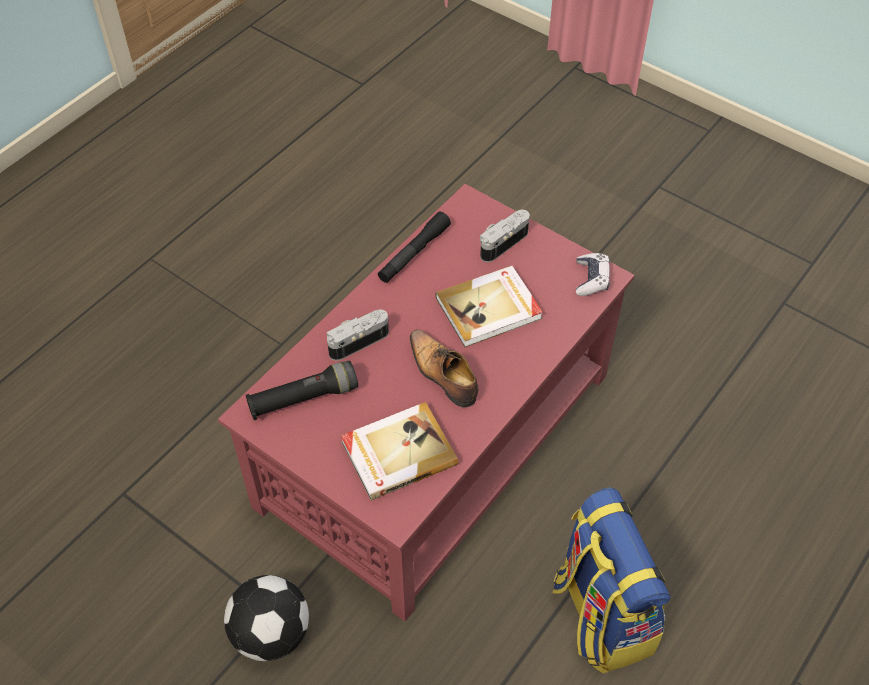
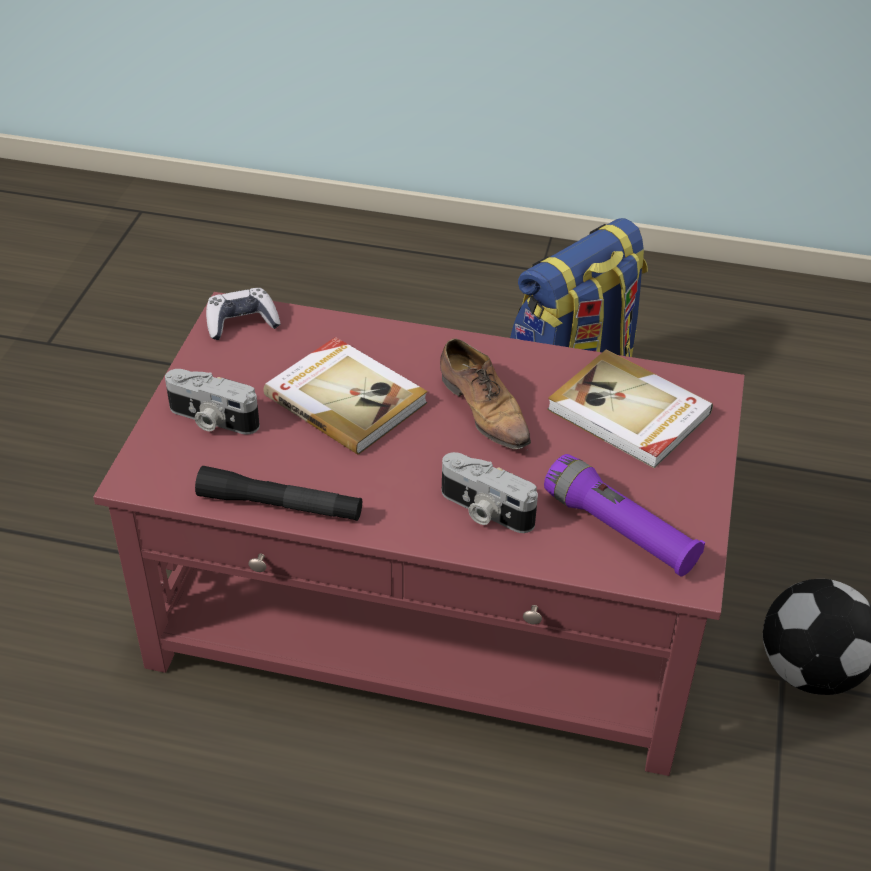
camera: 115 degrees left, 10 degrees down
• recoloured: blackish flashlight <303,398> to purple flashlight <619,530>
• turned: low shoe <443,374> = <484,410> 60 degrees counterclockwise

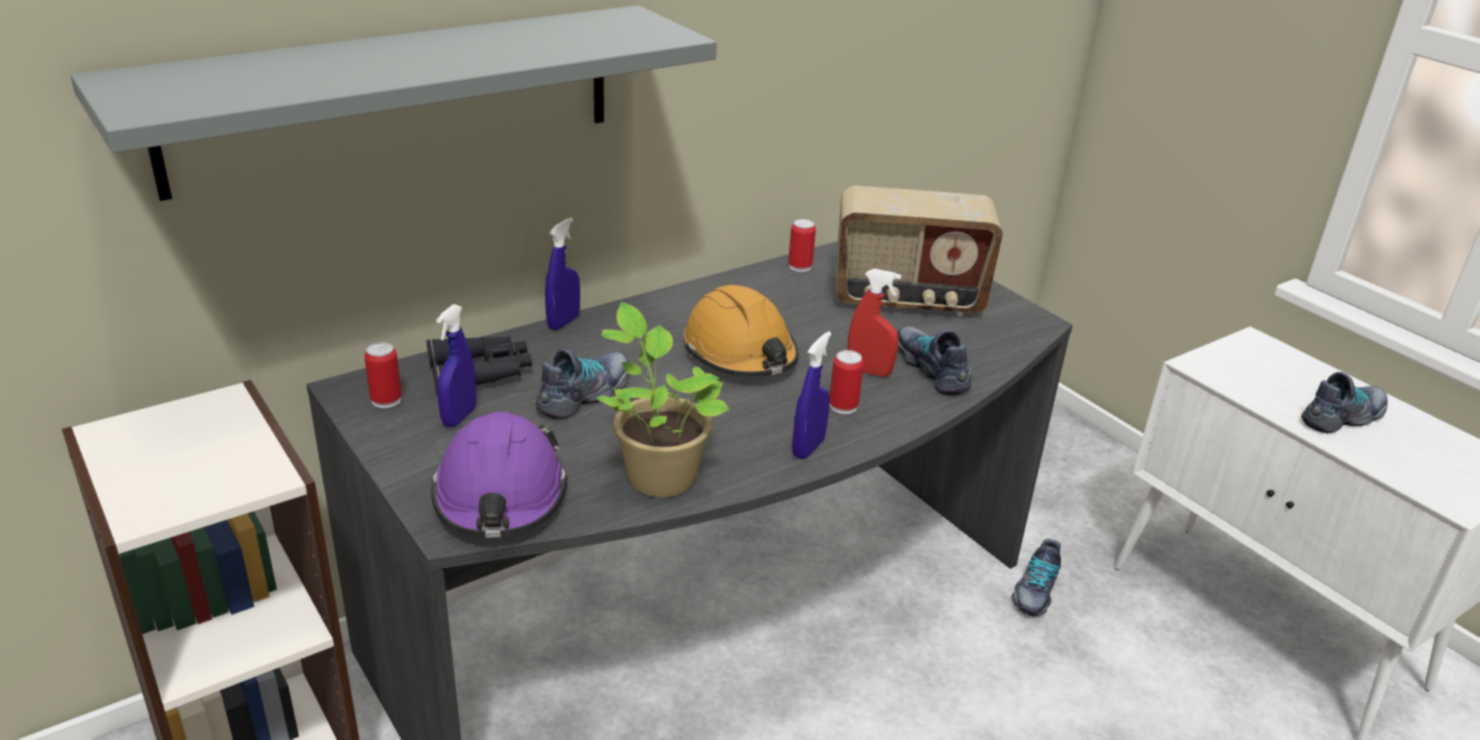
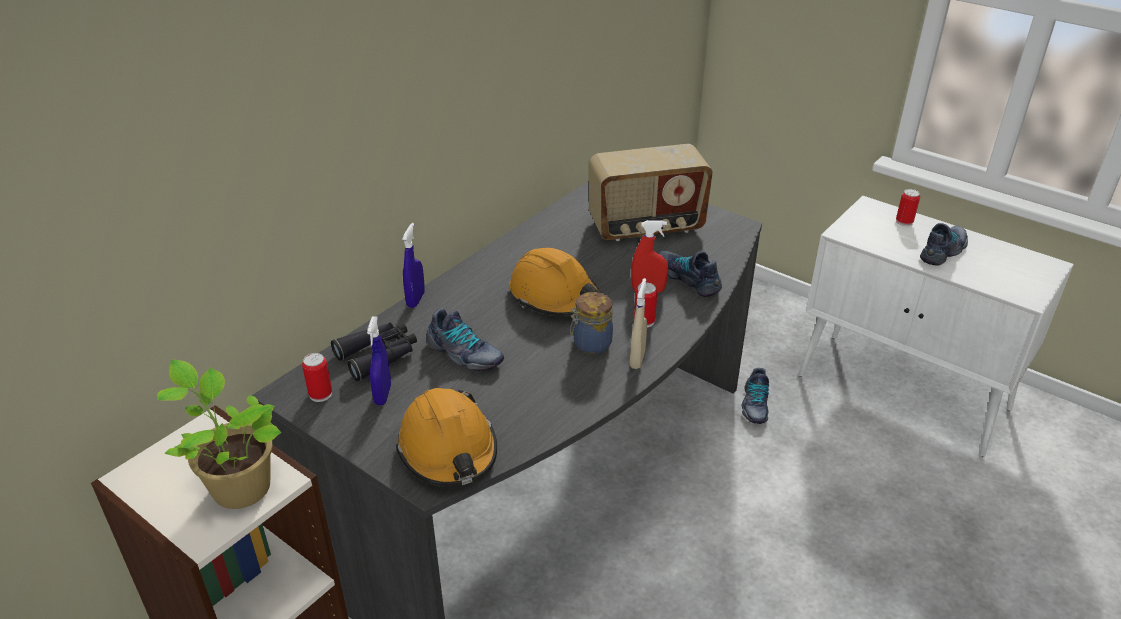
camera: 15 degrees left, 5 degrees up
• removed: grey bracket shelf <396,97>
• added: storage jar <590,344>
• moved: houseplant <657,475> to <238,486>
• moved: can <800,266> to <904,222>
• recoloured: purple hard hat <500,497> to orange-coloured hard hat <448,450>
• recoloured: bluish spray bottle <808,448> to sand-coloured spray bottle <637,359>
• turned: low shoe <586,394> = <464,354> 105 degrees clockwise

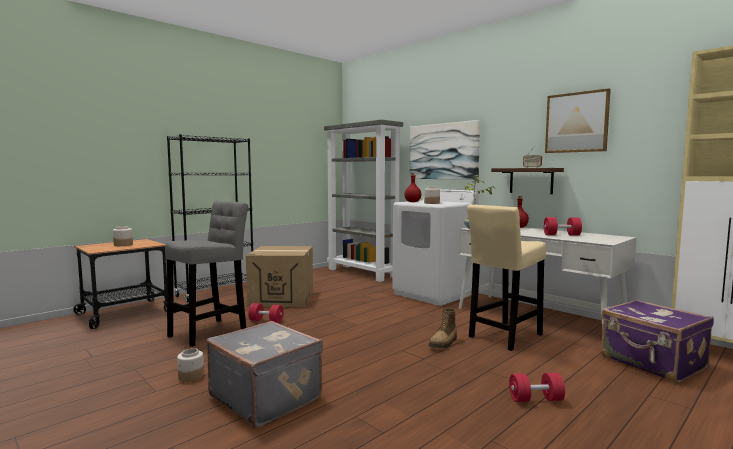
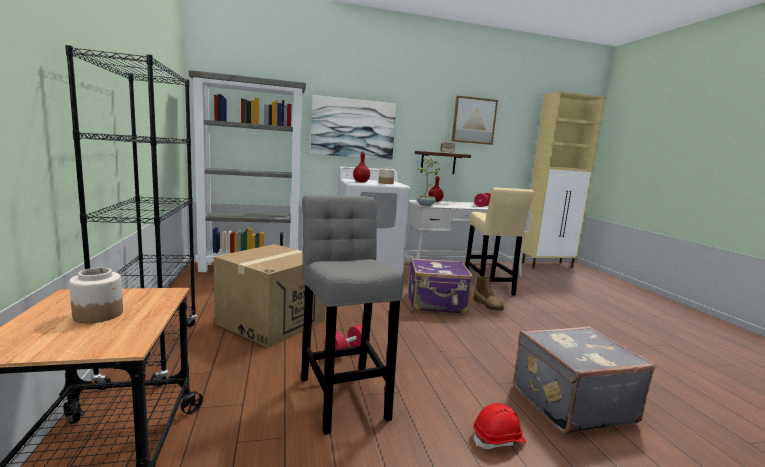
camera: 60 degrees left, 5 degrees up
• removed: red-coloured free weight <535,399>
• moved: purple travel case <652,363> to <437,304>
• replaced: storage jar <191,376> to red-coloured hard hat <498,439>

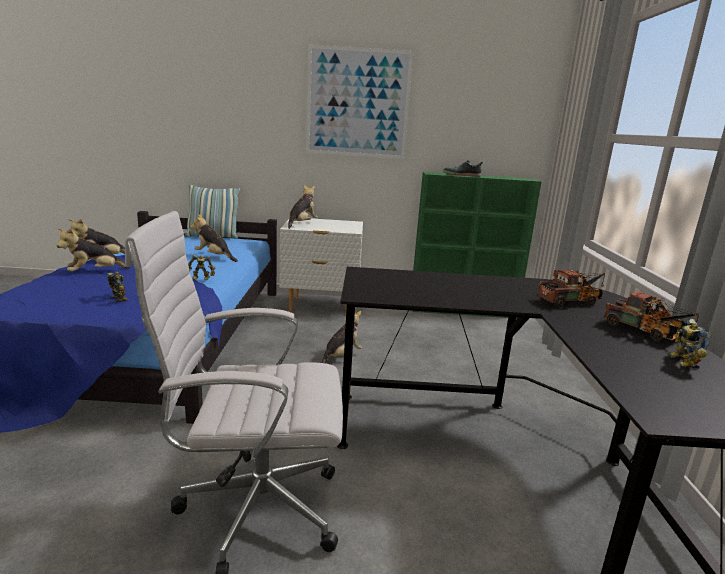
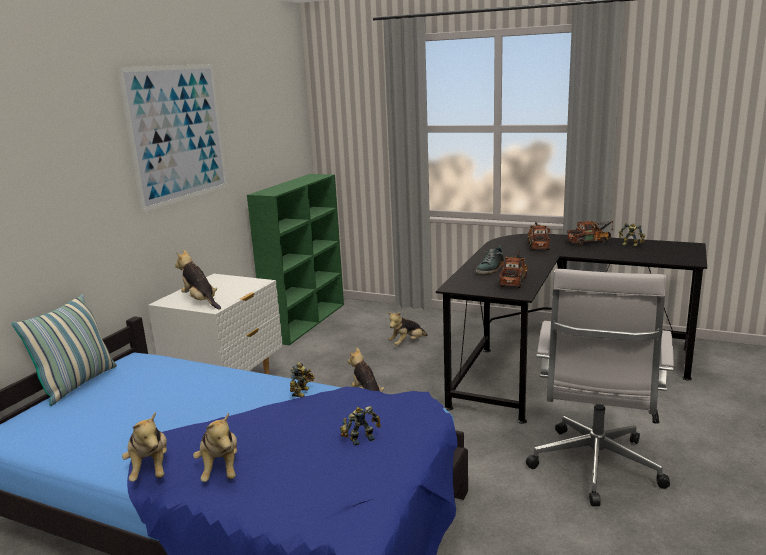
camera: 65 degrees left, 0 degrees up
• added: toy truck <514,280>
• moved: soft toy <214,257> to <407,343>
• moved: low shoe <461,175> to <490,269>

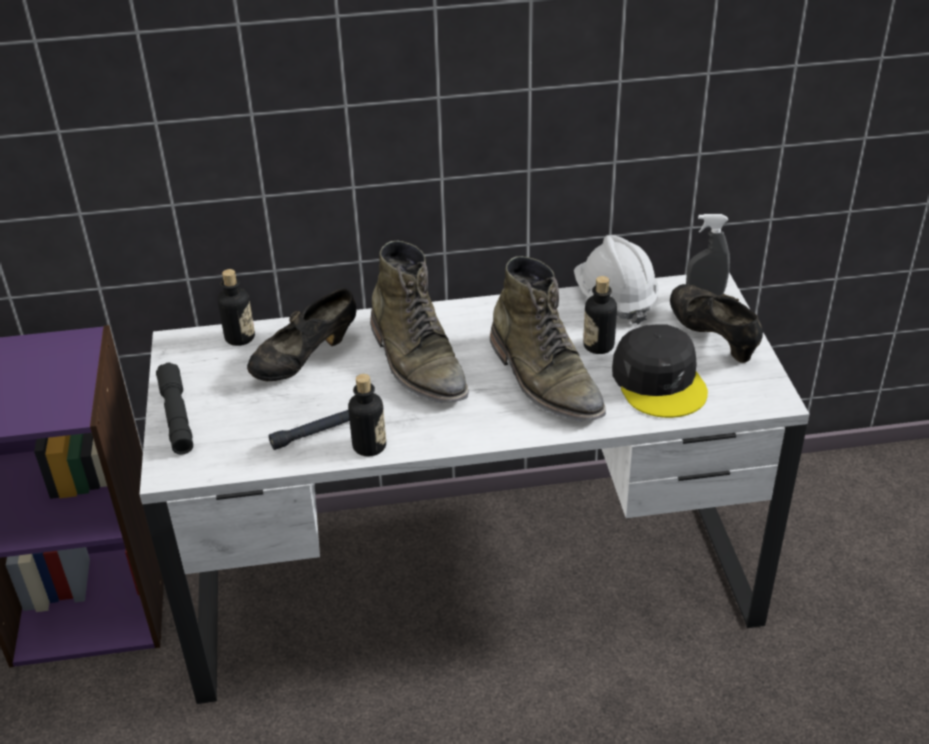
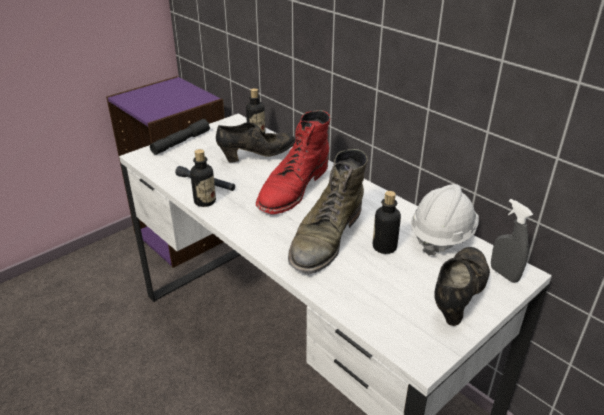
camera: 55 degrees right, 5 degrees down
• removed: blackish peaked cap <659,381>
• recoloured: greenish high-top boot <417,361> to red-coloured high-top boot <293,188>
• turned: blackish low shoe <305,360> = <257,156> 150 degrees clockwise

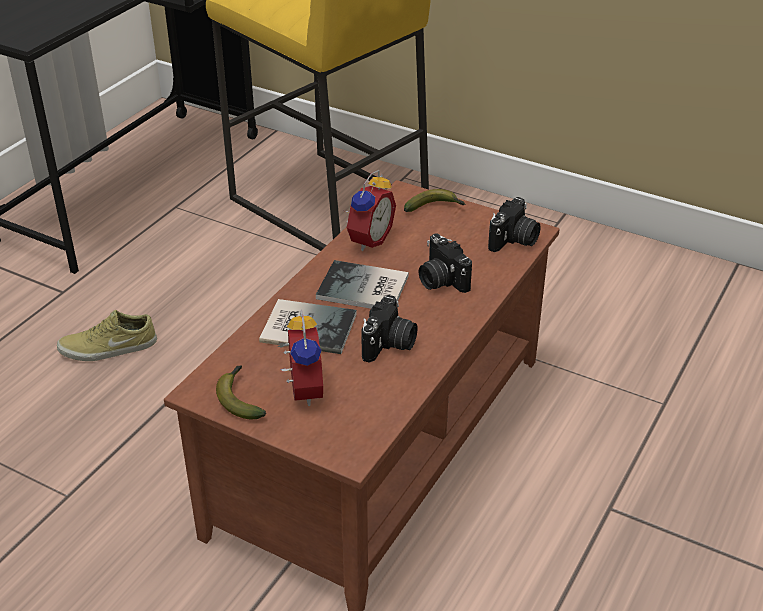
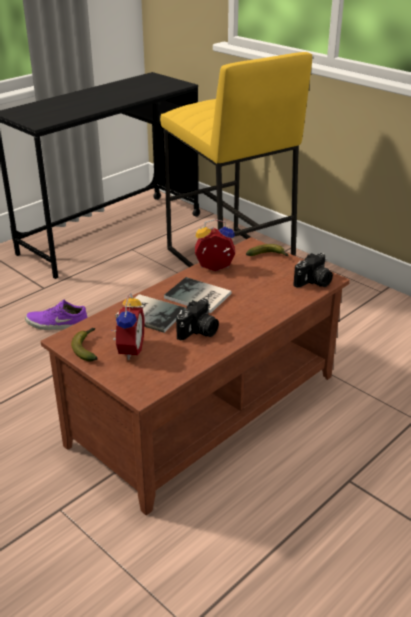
camera: 15 degrees right, 5 degrees down
• removed: photo camera <440,280>
• recoloured: sand-coloured low shoe <108,348> to purple low shoe <57,324>
• turned: alarm clock <367,239> = <214,269> 135 degrees counterclockwise

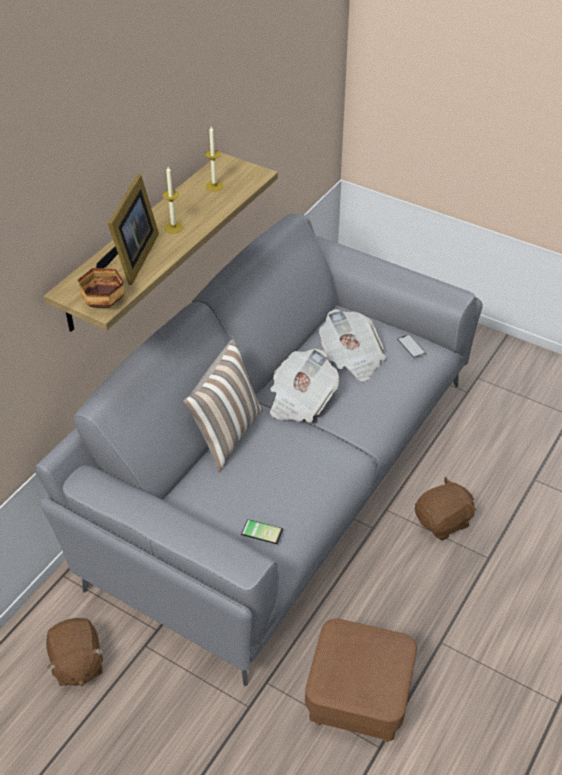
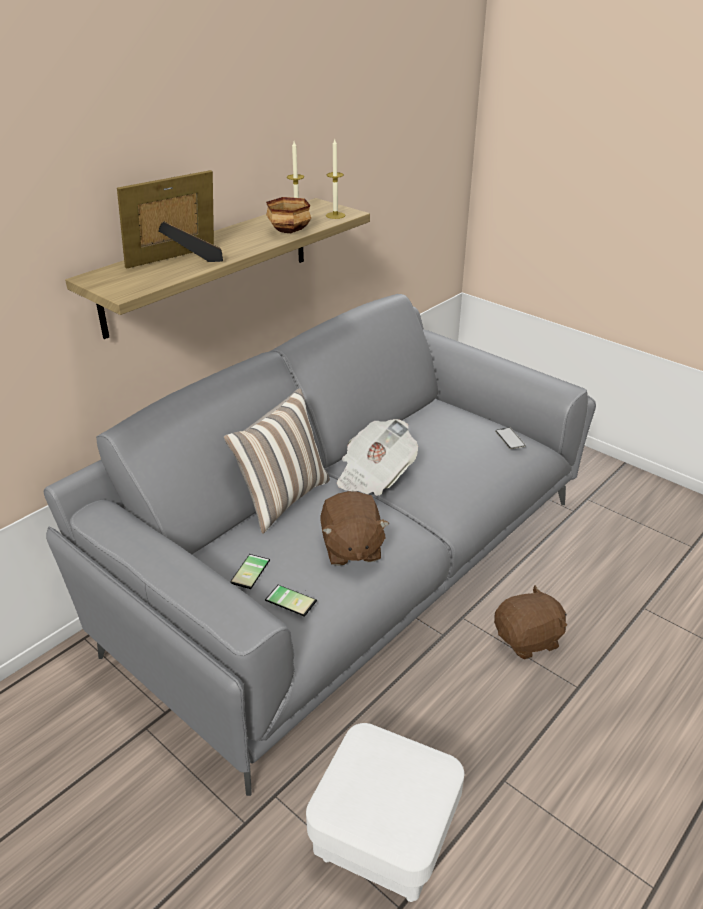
camera: 10 degrees right, 10 degrees down
• removed: printed paper <351,358>
• added: phone <252,572>
• moved: brown-coloured soft toy <77,664> to <351,548>
• moved: serving bowl <105,303> to <290,231>
• moved: wax candle <173,227> to <335,215>
• recoloured: brown-coloured pouffe <358,699> to whitish pouffe <384,837>
• turned: standing frame <132,259> = <179,260> 150 degrees counterclockwise

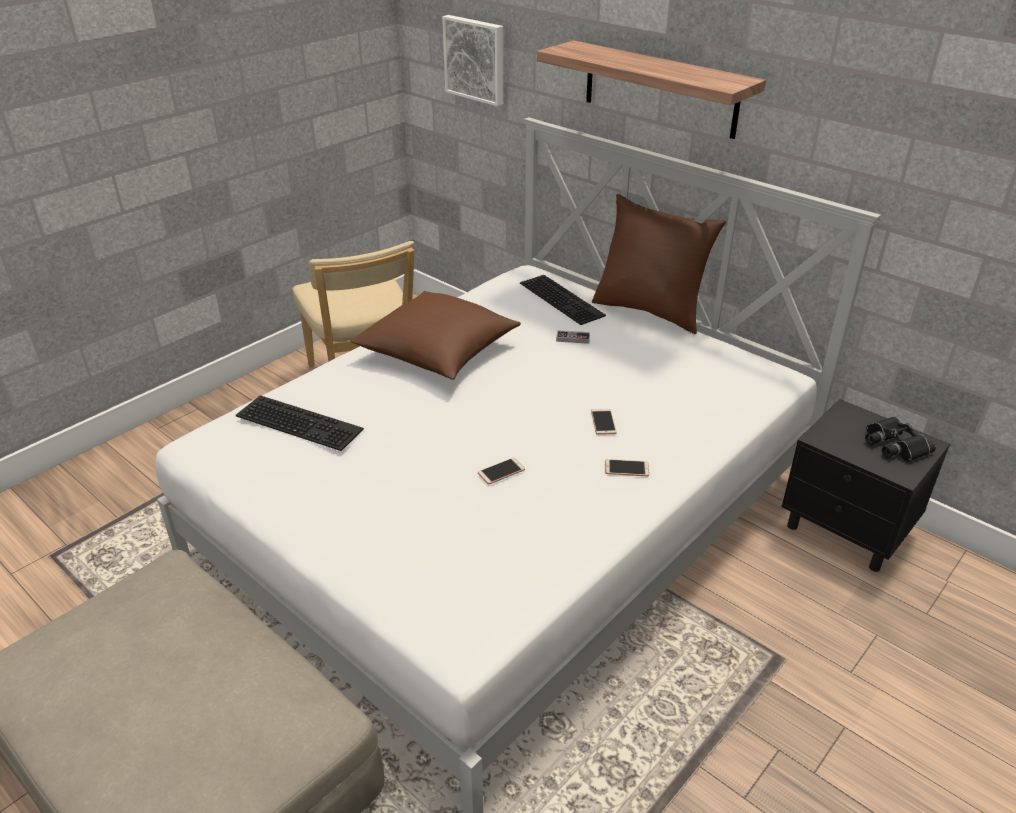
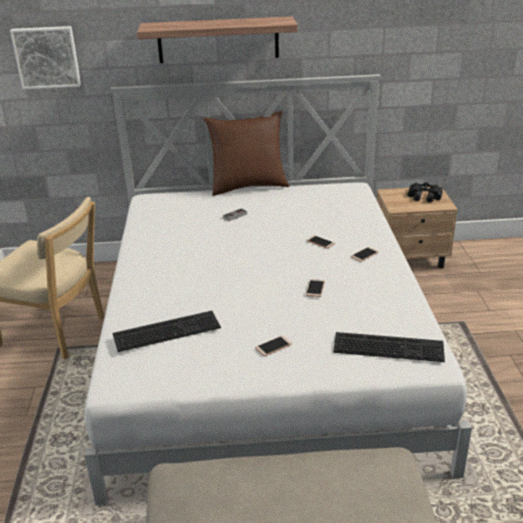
camera: 45 degrees left, 5 degrees down
• removed: brown-coloured pillow <438,352>
• added: phone <273,346>
• moved: computer keyboard <563,299> to <389,346>
• recoloured: blackish bedside table <848,530> to sand-coloured bedside table <411,258>

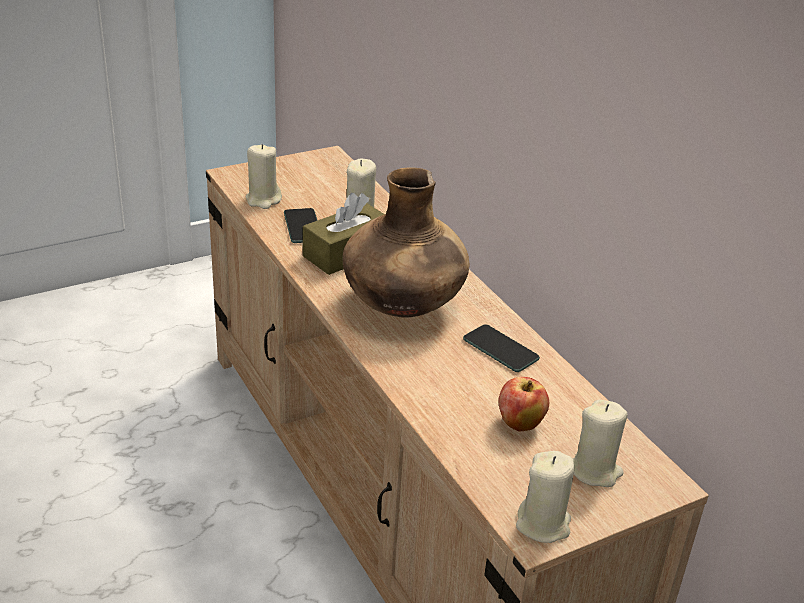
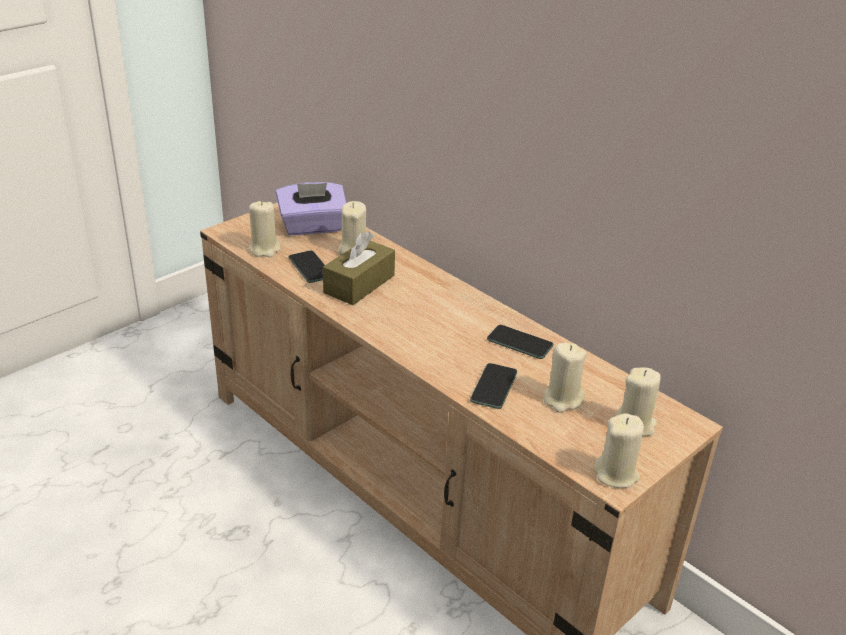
camera: 15 degrees left, 0 degrees up
• removed: brown-coloured vase <403,306>
• added: purple box of tissues <313,227>
• added: phone <494,386>
• replaced: apple fruit <519,424> to sand-coloured wax candle <562,399>

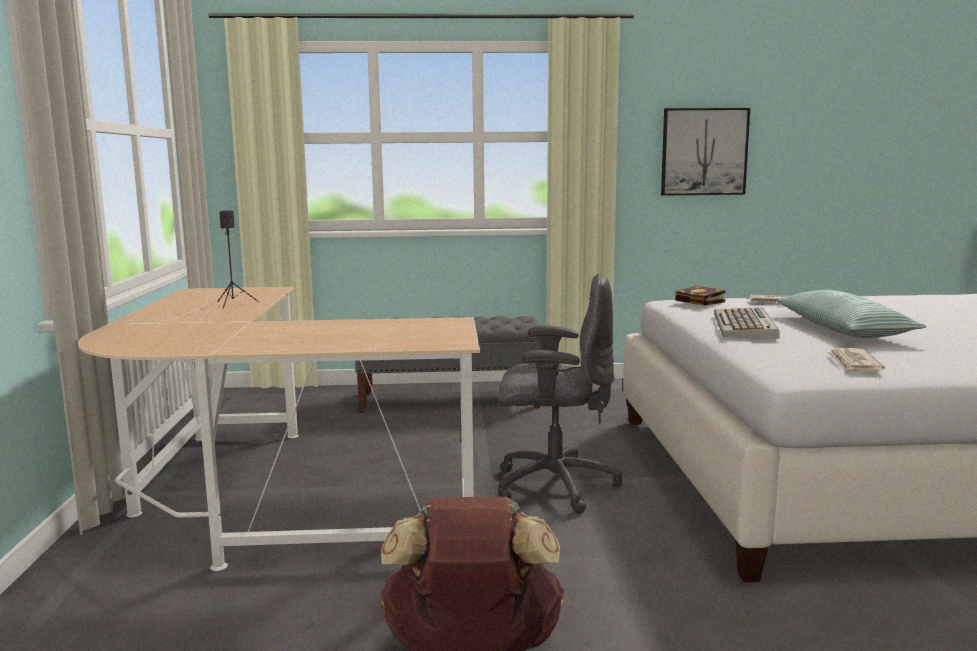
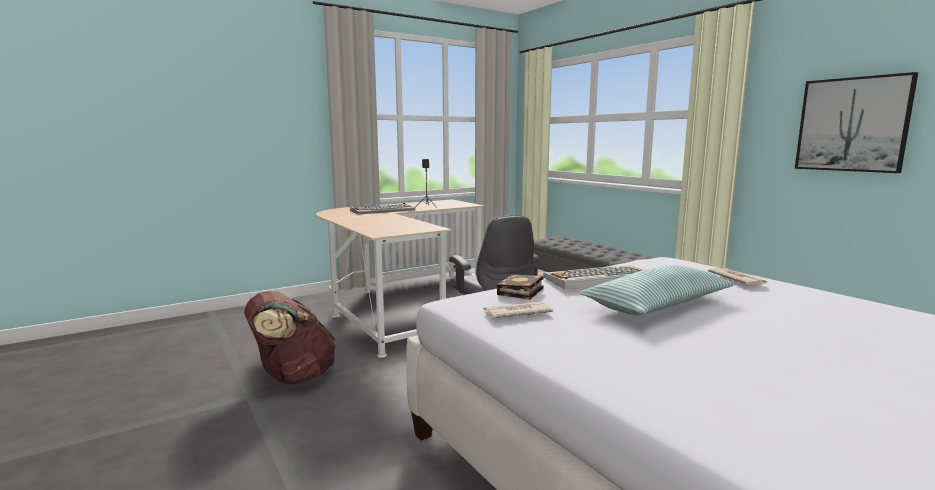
camera: 60 degrees right, 0 degrees up
• added: computer keyboard <383,210>
• moved: volume <702,301> to <520,292>

